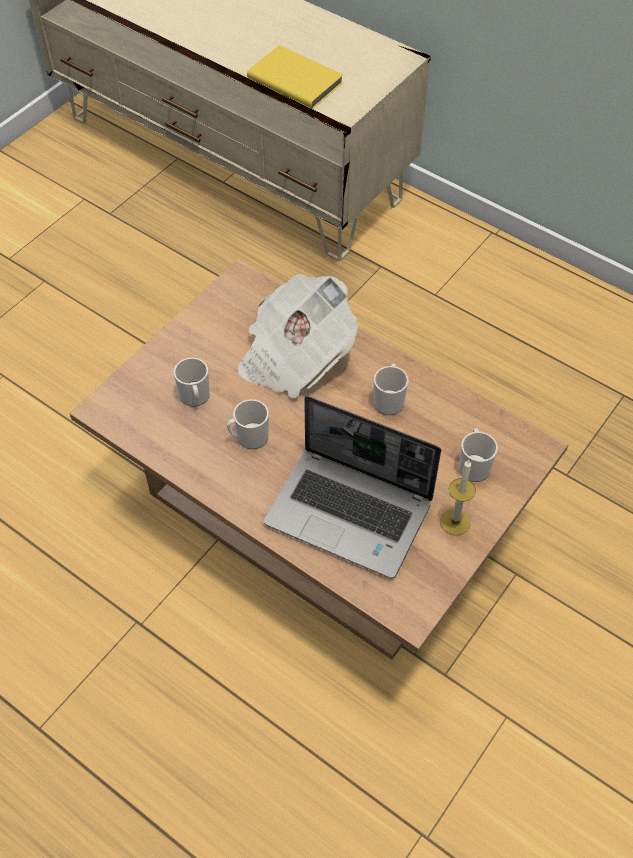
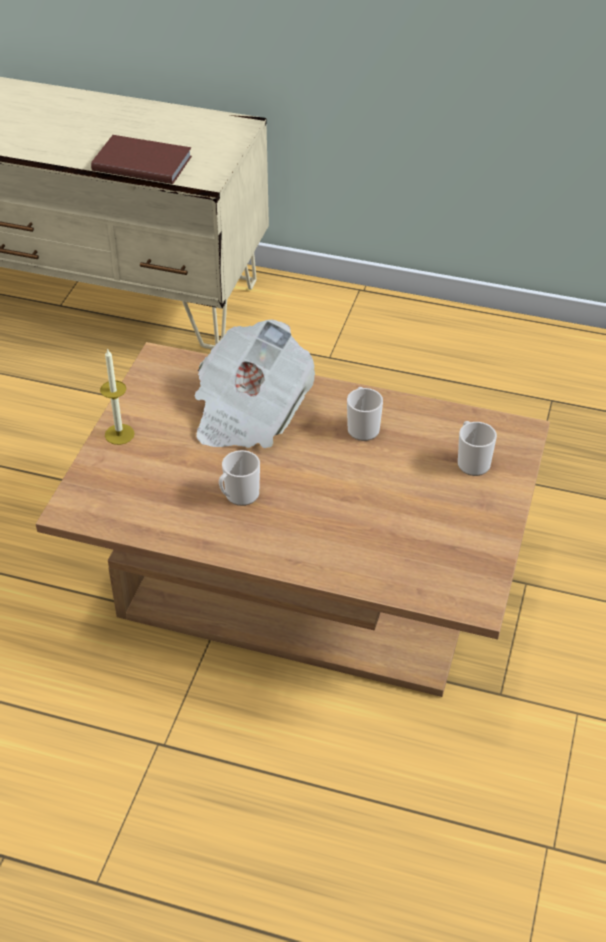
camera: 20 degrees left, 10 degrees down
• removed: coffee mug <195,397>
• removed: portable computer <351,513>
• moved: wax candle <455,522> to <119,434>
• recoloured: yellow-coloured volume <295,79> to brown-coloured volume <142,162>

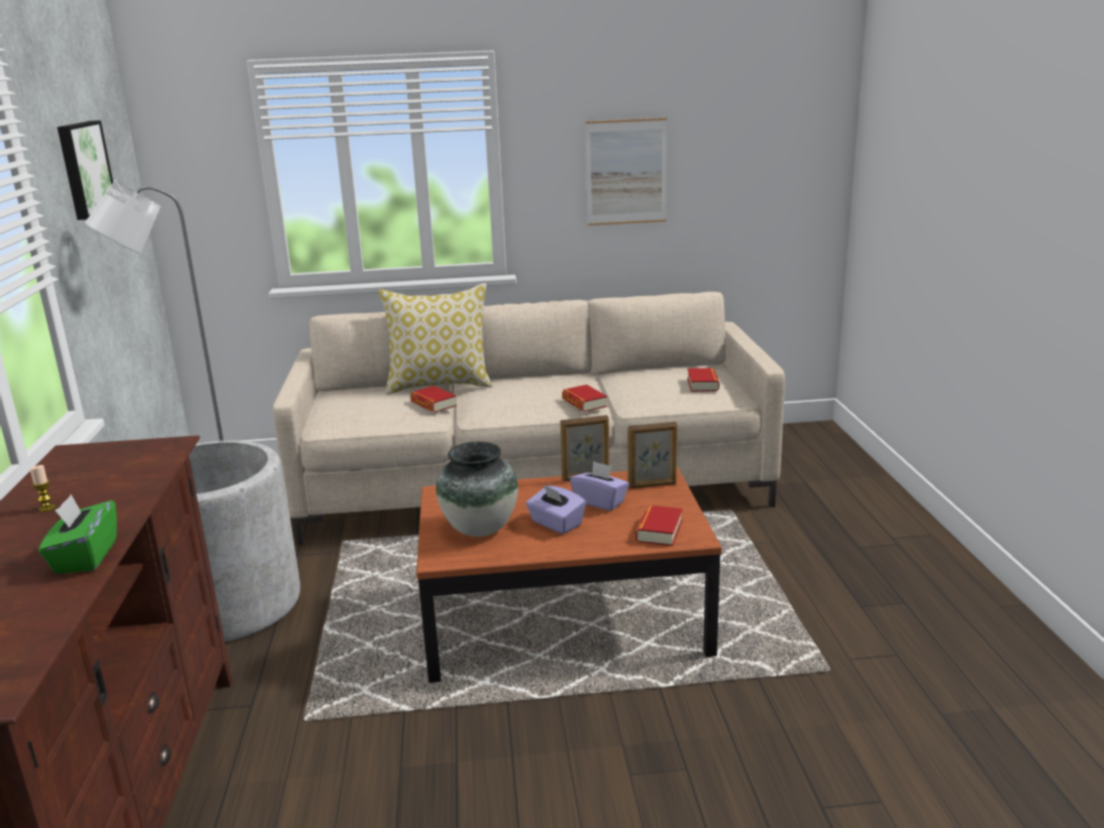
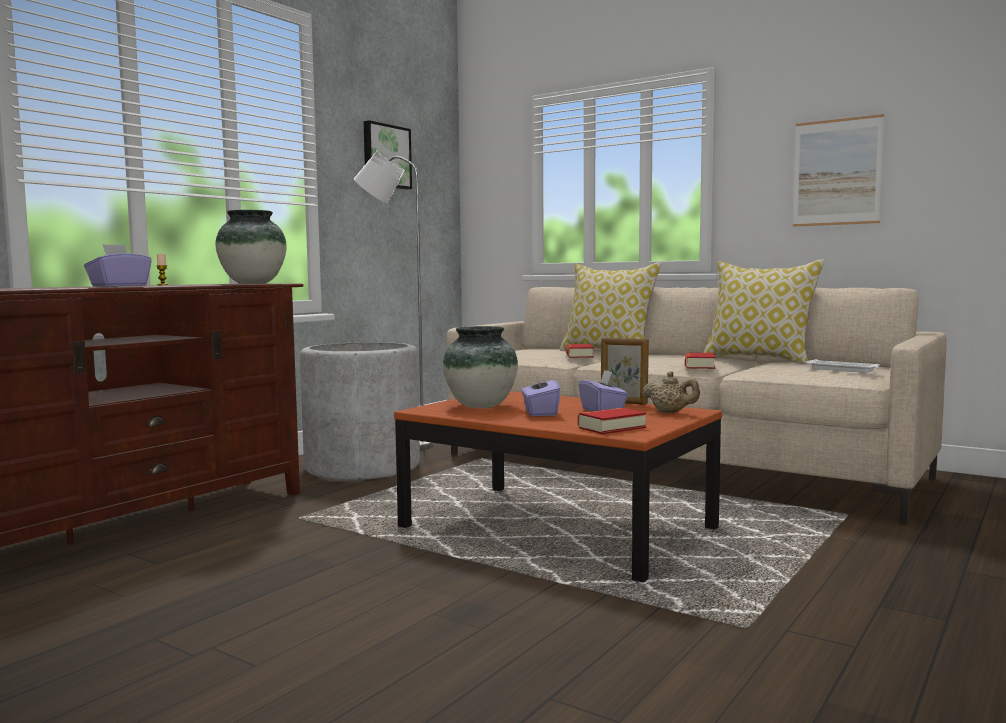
camera: 40 degrees right, 15 degrees down
• added: vase <253,283>
• added: pillow <759,360>
• replaced: standing frame <652,485> to sand-coloured teapot <670,412>
• replaced: volume <702,384> to whitish serving tray <843,370>
• recoloured: greenish box of tissues <85,557> to purple box of tissues <119,286>

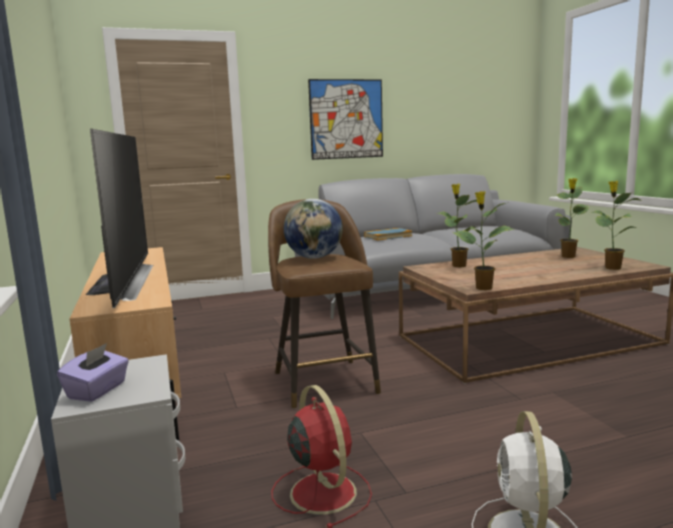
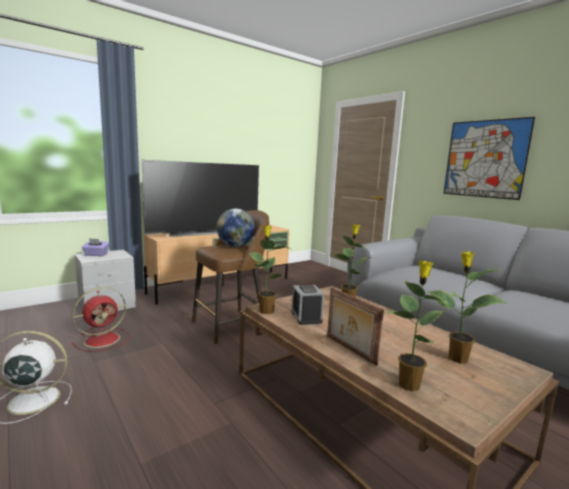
camera: 70 degrees right, 0 degrees up
• removed: volume <388,236>
• added: alarm clock <306,317>
• added: standing frame <349,350>

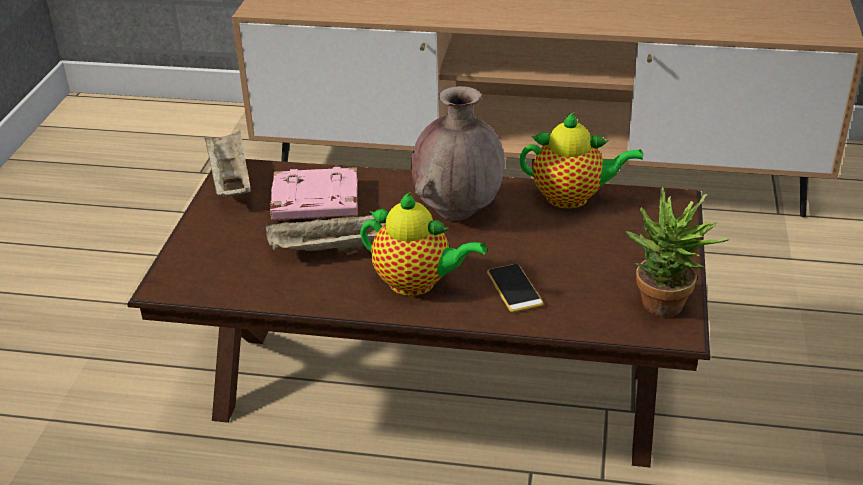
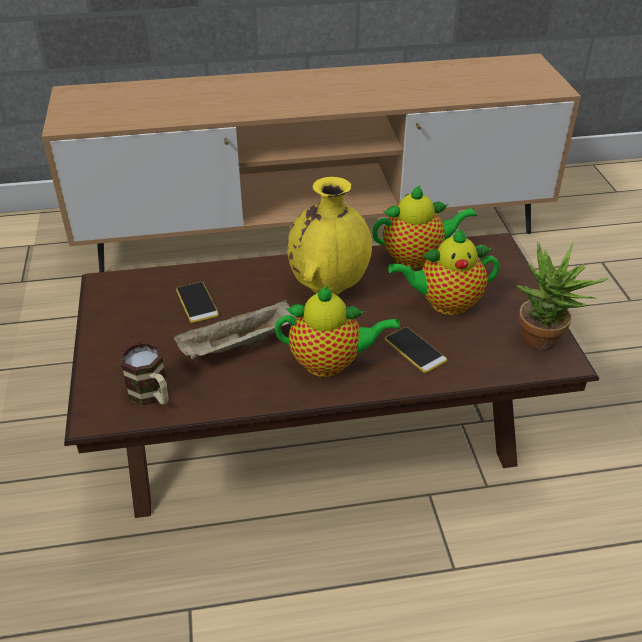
camera: 20 degrees left, 5 degrees up
• removed: sand-coloured serving tray <230,180>
• added: coffee mug <152,395>
• added: teapot <445,303>
• replaced: pink volume <314,202> to phone <197,303>
• recoloured: brown-coloured vase <458,211> to yellow-coloured vase <329,286>

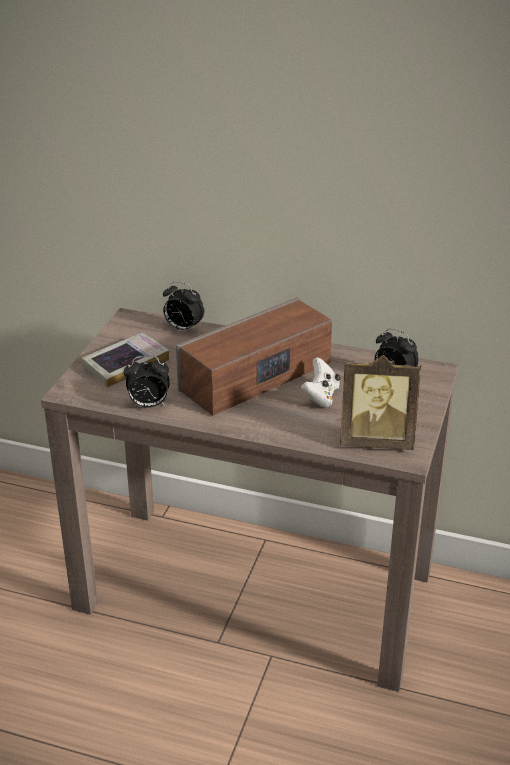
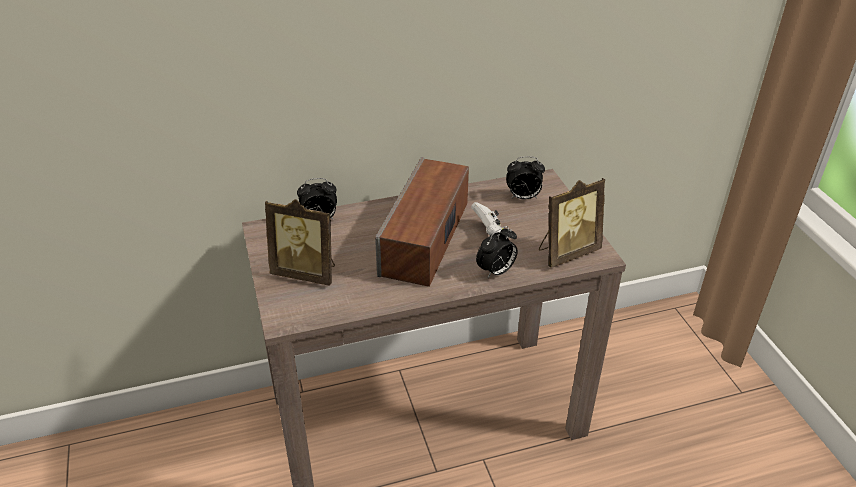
camera: 35 degrees left, 5 degrees up
• moved: alarm clock <148,405> to <496,272>
• replaced: volume <126,364> to standing frame <306,272>

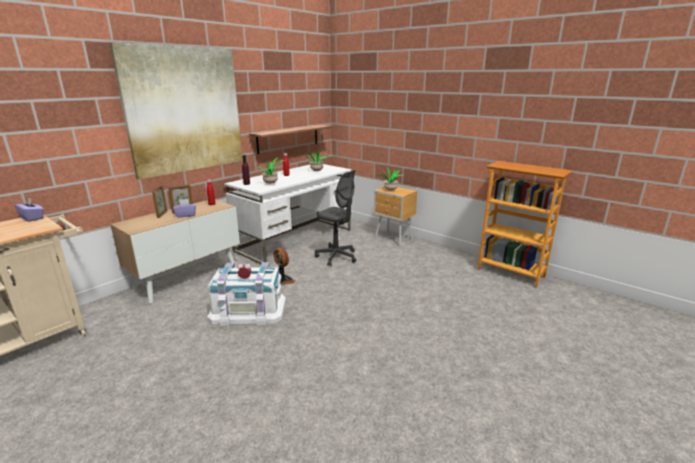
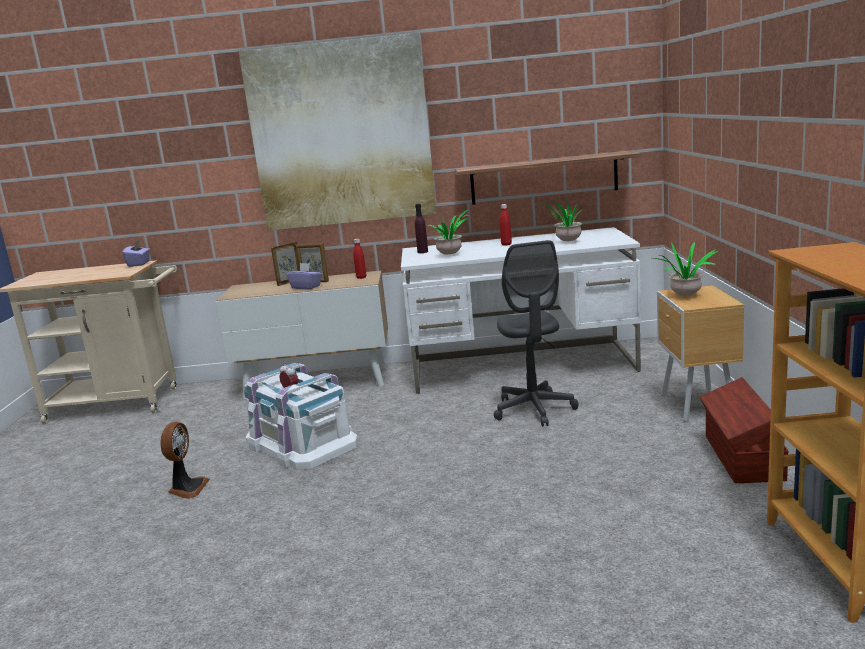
camera: 50 degrees right, 5 degrees down
• added: brown-coloured storage box <741,458>
• moved: cooling fan <283,280> to <187,488>

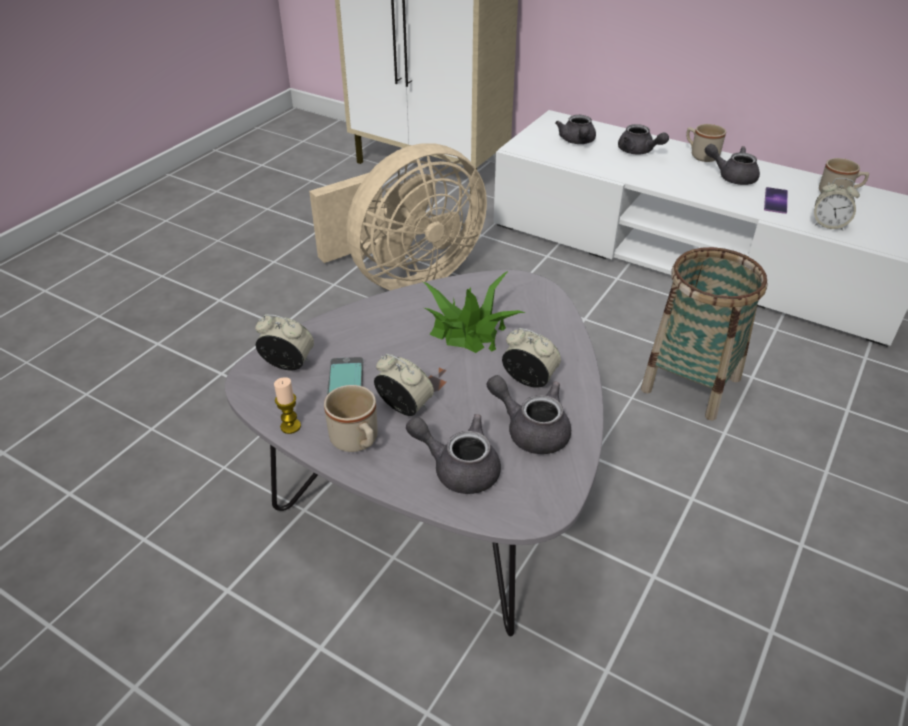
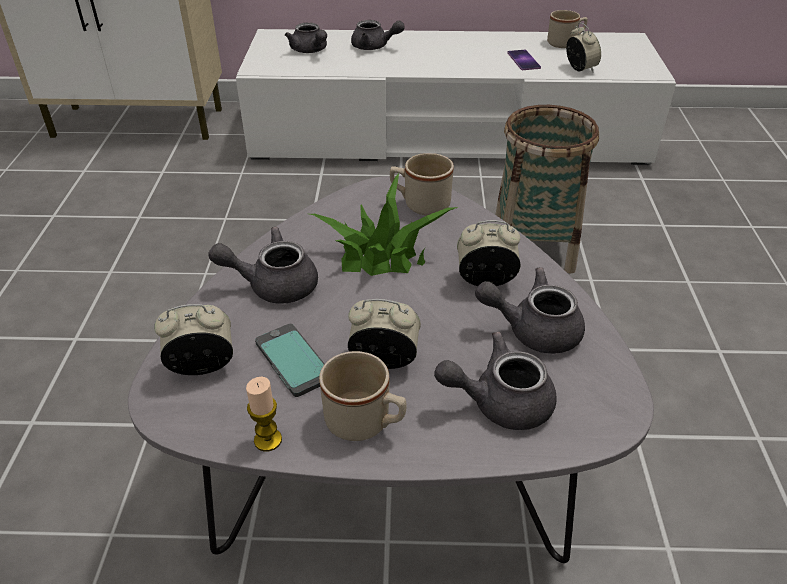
camera: 30 degrees left, 0 degrees up
• removed: sand-coloured cooling fan <405,276>
• moved: sand-coloured coffee mug <700,155> to <420,204>
• moved: grey teapot <732,176> to <273,285>
• turned: alarm clock <828,225> = <580,69> 105 degrees counterclockwise

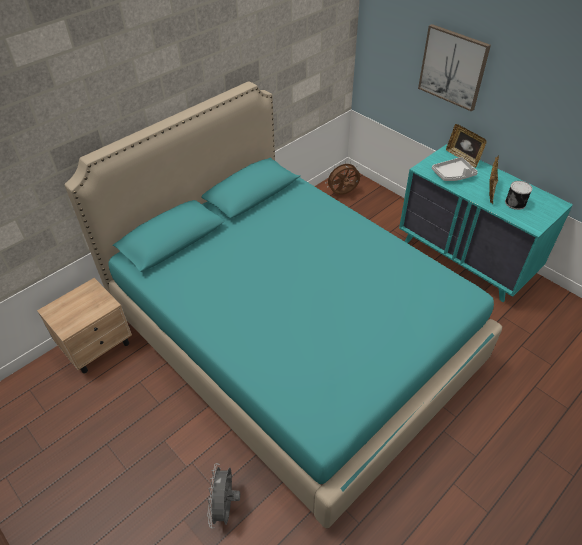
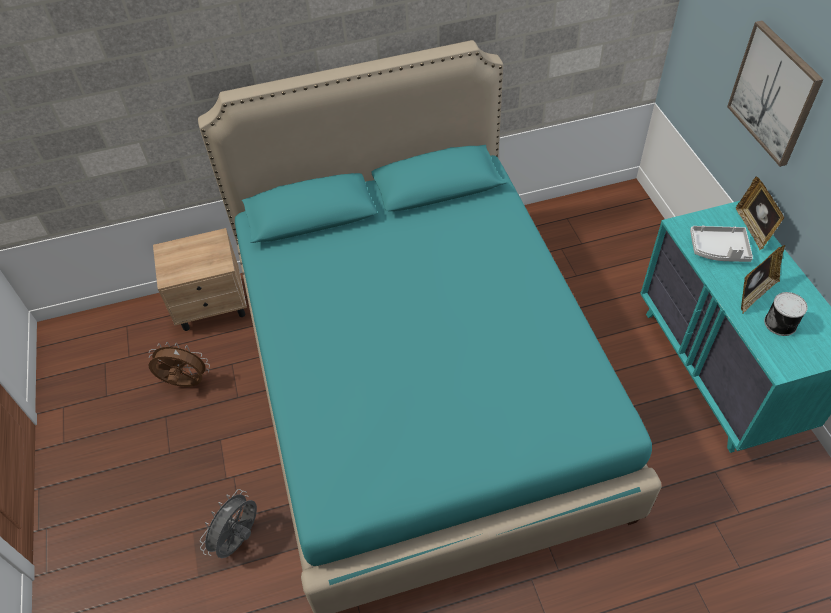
camera: 30 degrees right, 5 degrees up
• moved: brown-coloured cooling fan <342,194> to <185,383>

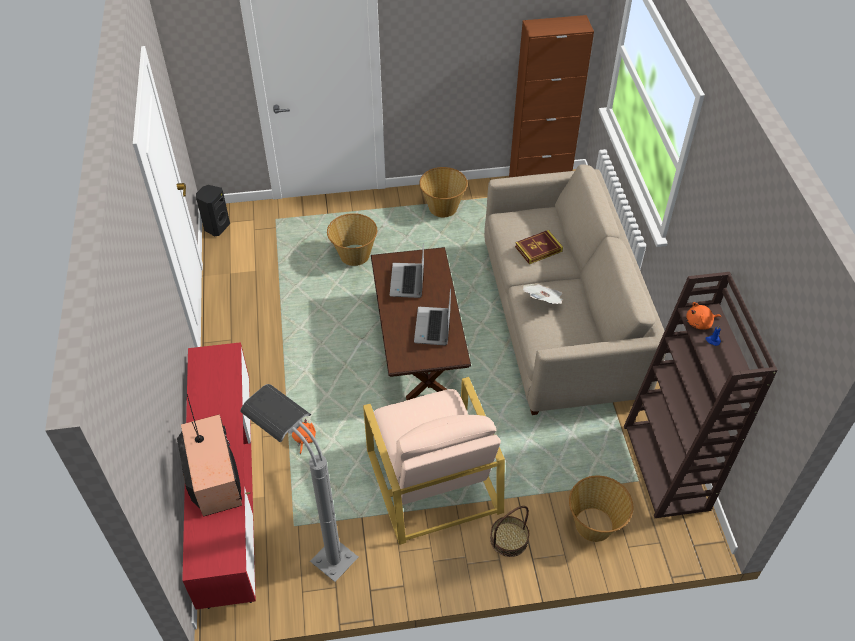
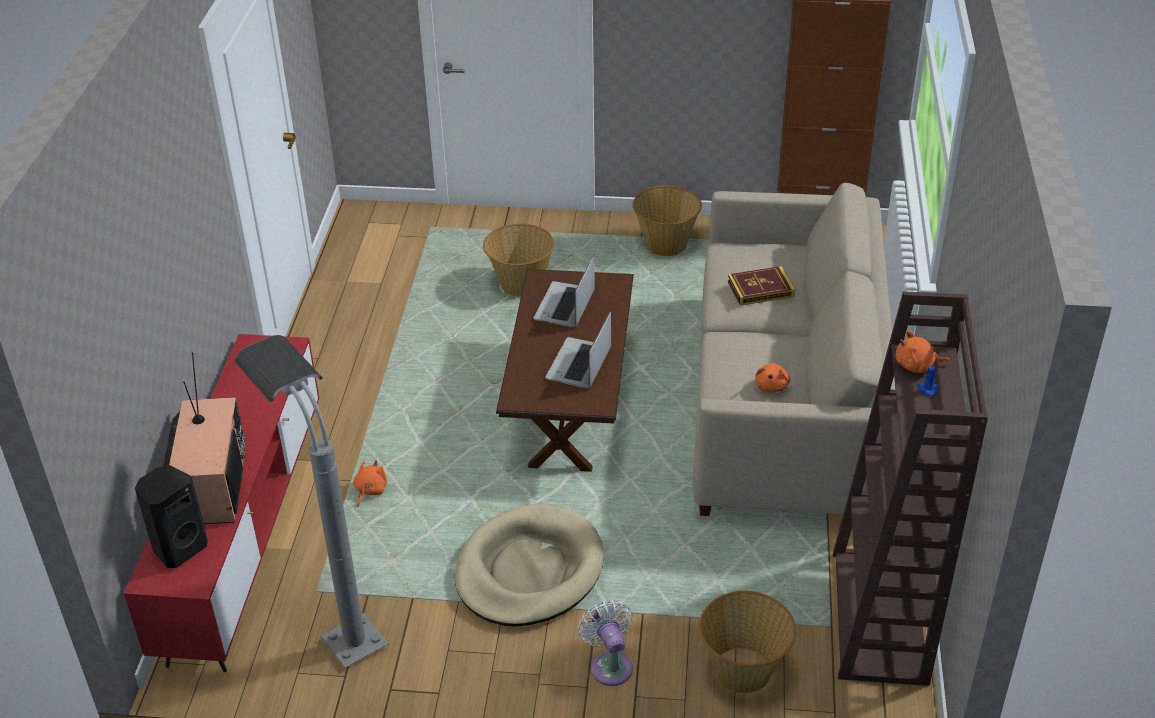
camera: 15 degrees right, 10 degrees down
• removed: printed paper <543,301>
• added: orange-coloured soft toy <771,386>
• moved: blackish audio speaker <216,227> to <179,548>
• replaced: sand-coloured easy chair <433,479> to sand-coloured dog bed <529,570>
• replaced: household basket <509,539> to whitish cooling fan <610,665>

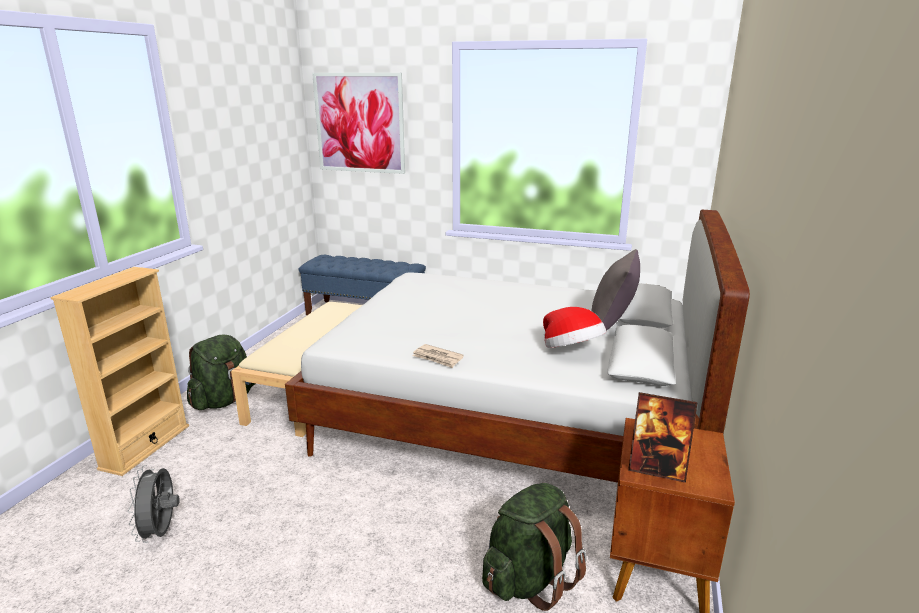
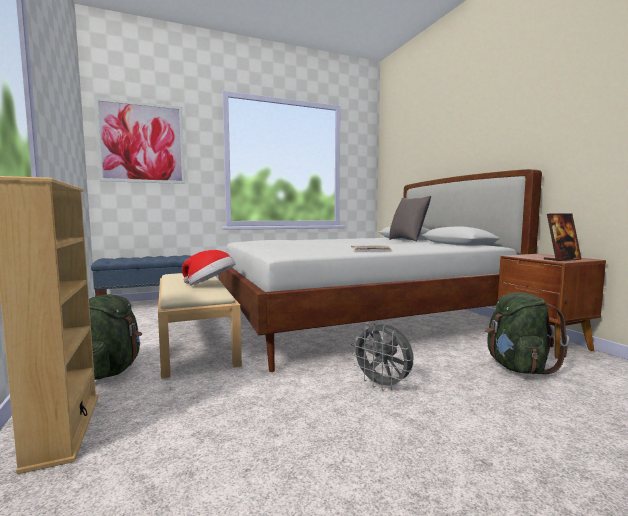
camera: 40 degrees left, 15 degrees down
• moved: grey cooling fan <162,532> to <383,385>
• moved: wearable hat <571,351> to <210,285>

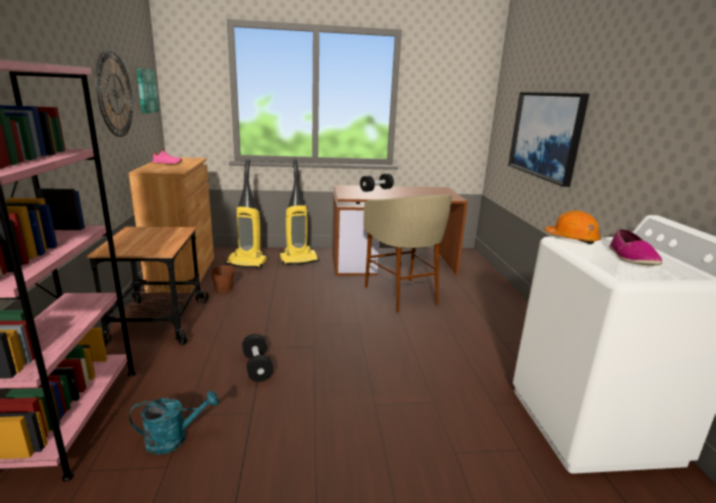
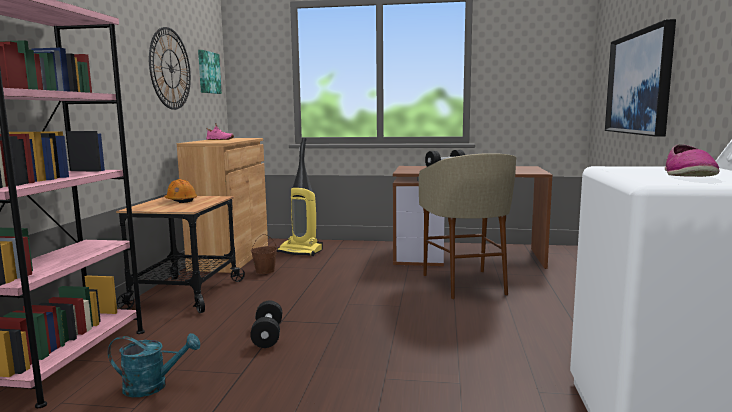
camera: 15 degrees right, 10 degrees down
• removed: hoover <299,260>
• moved: orange-coloured hard hat <571,239> to <180,200>

